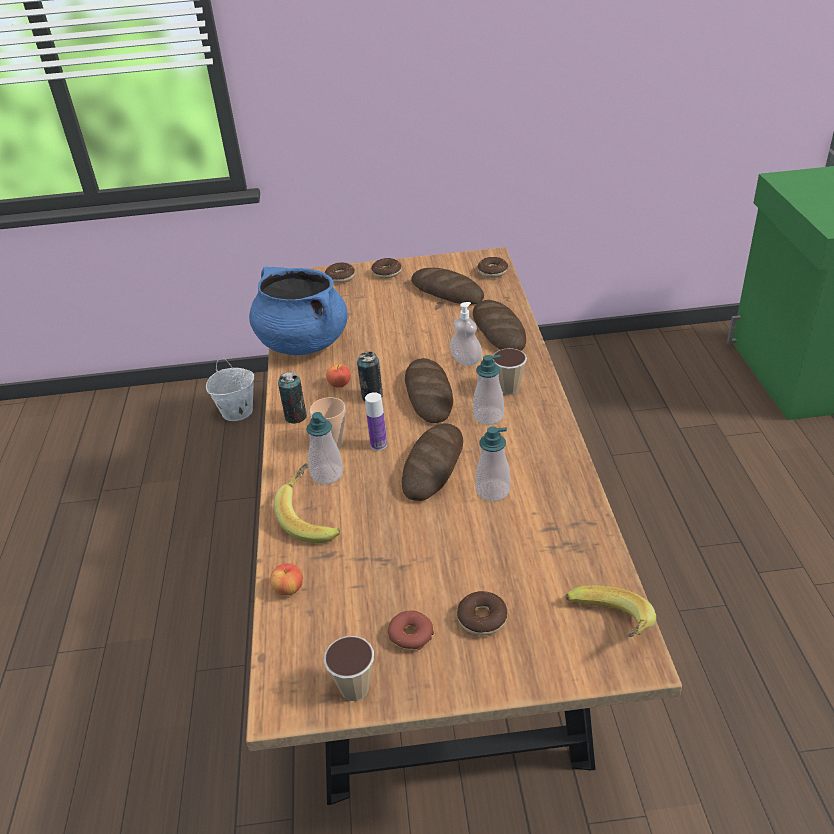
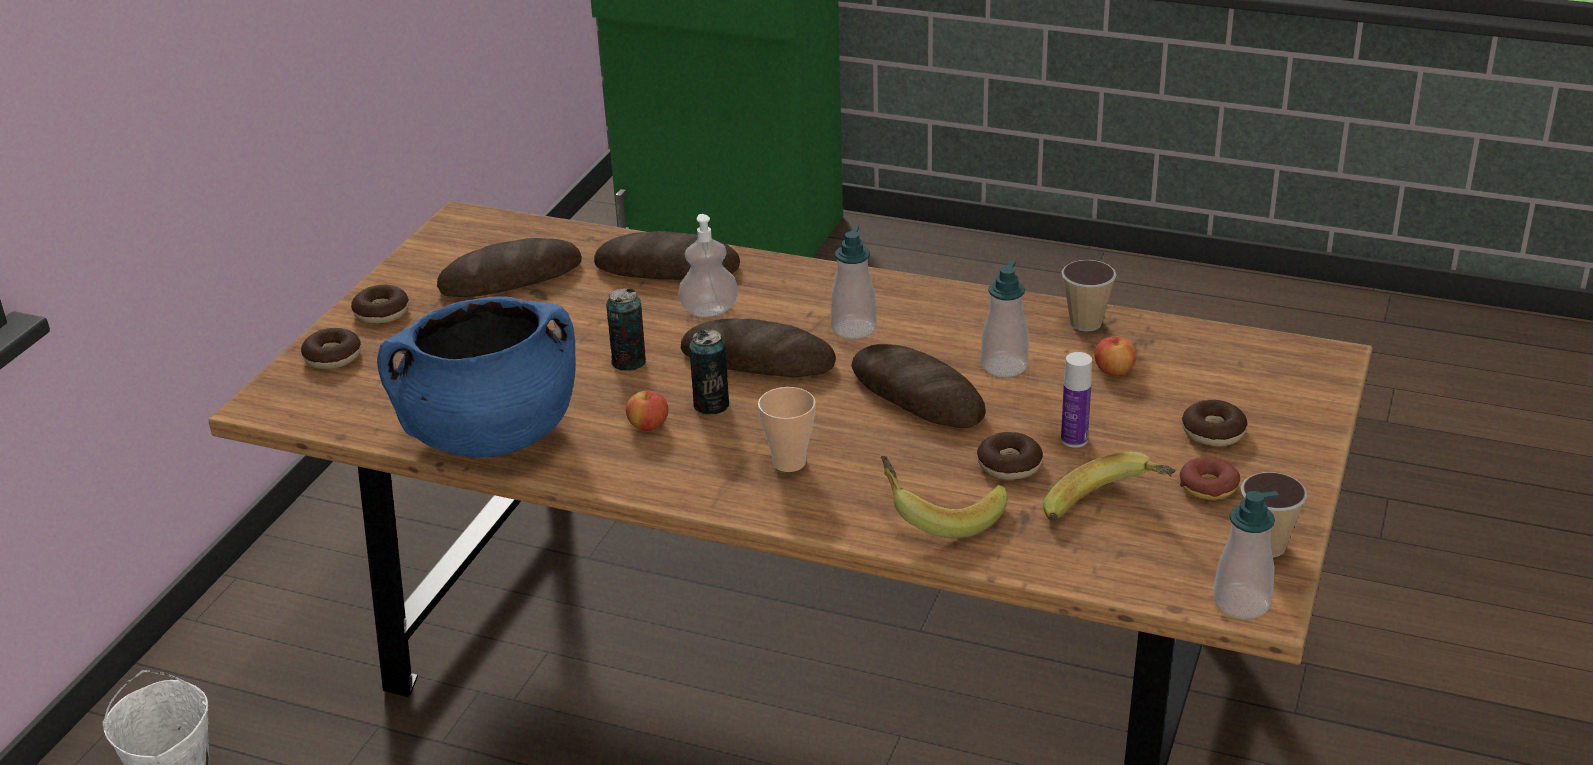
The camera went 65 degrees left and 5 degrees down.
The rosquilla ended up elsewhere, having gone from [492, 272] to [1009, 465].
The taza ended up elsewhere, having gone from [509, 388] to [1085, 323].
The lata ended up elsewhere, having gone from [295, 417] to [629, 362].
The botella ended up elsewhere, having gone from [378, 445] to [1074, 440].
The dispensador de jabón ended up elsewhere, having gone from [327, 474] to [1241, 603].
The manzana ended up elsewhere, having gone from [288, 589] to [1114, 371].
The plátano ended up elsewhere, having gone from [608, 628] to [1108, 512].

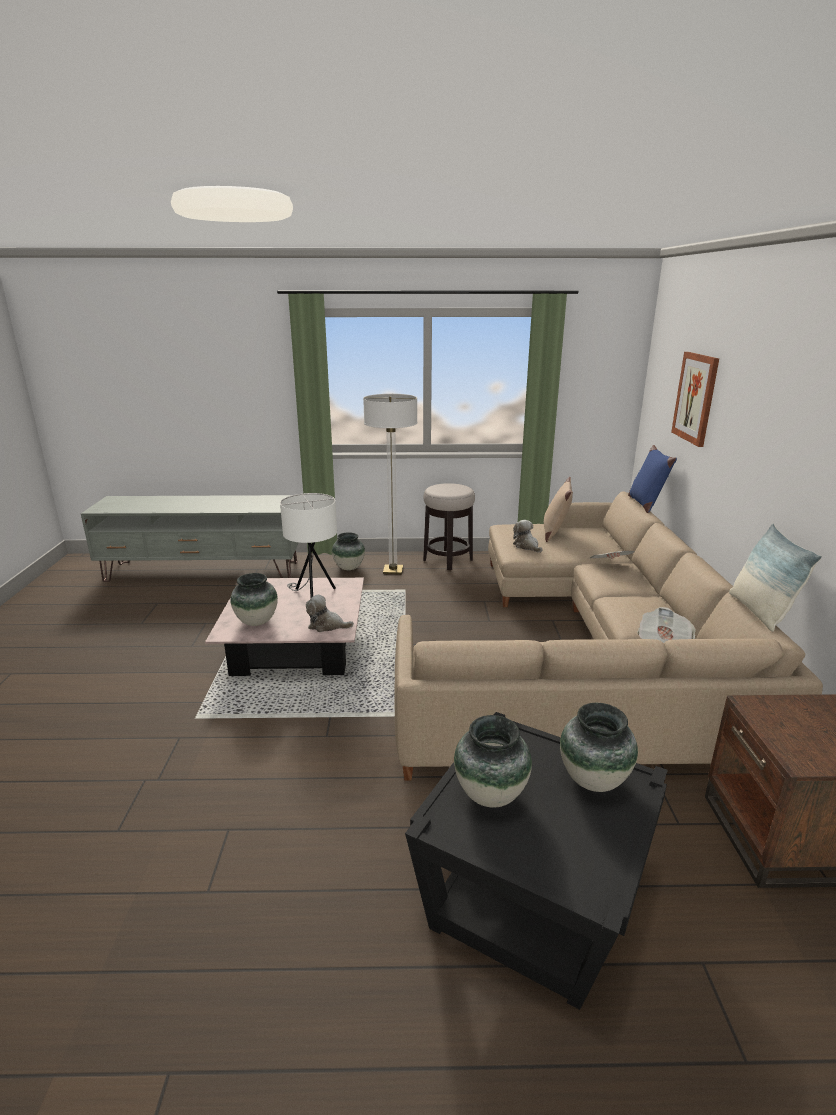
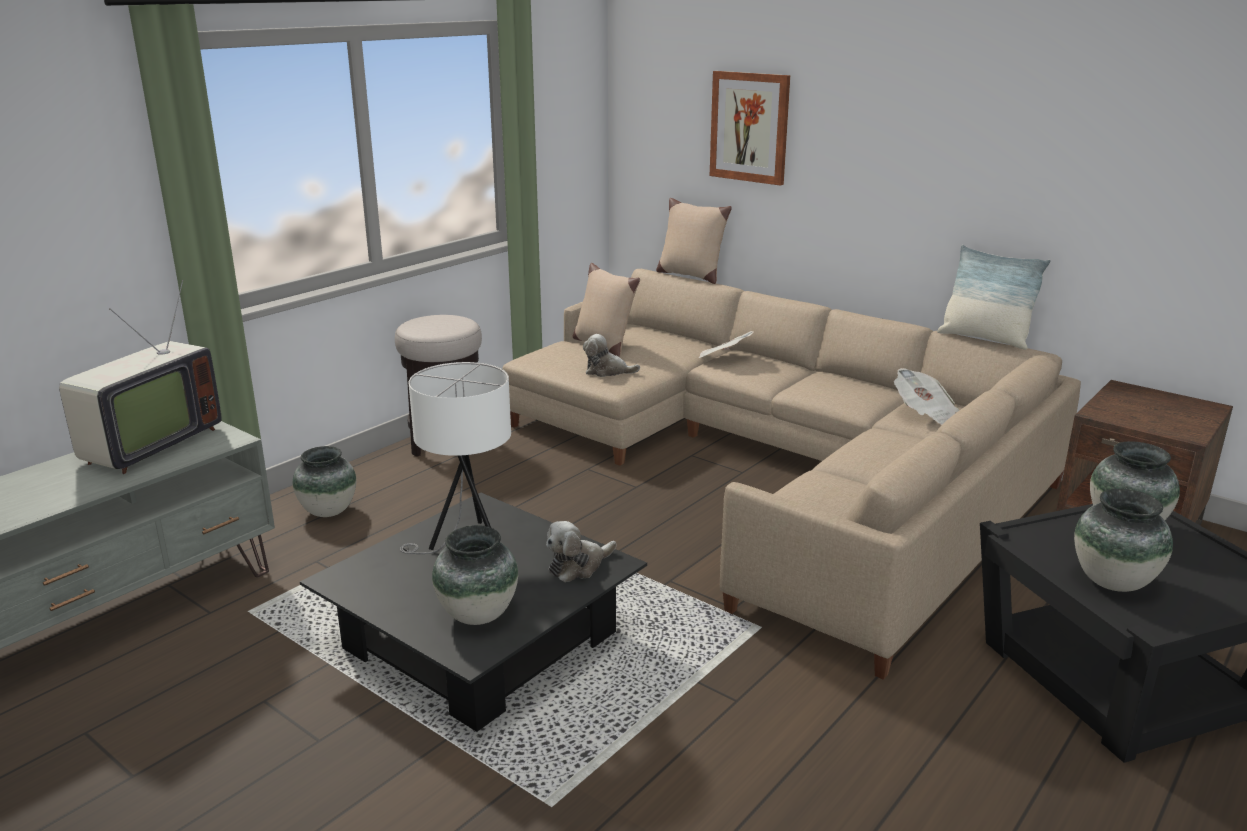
The camera went 50 degrees left and 0 degrees up.
The second view lost the lámpara de pie at [393, 570].
What was the cojín [azul] at [645, 504] turned into the cojín [beis] at [690, 275].
What was the mesa de centro [rosa] at [296, 646] turned into the mesa de centro [negro] at [482, 641].
The second view gained the televisor at [146, 446].

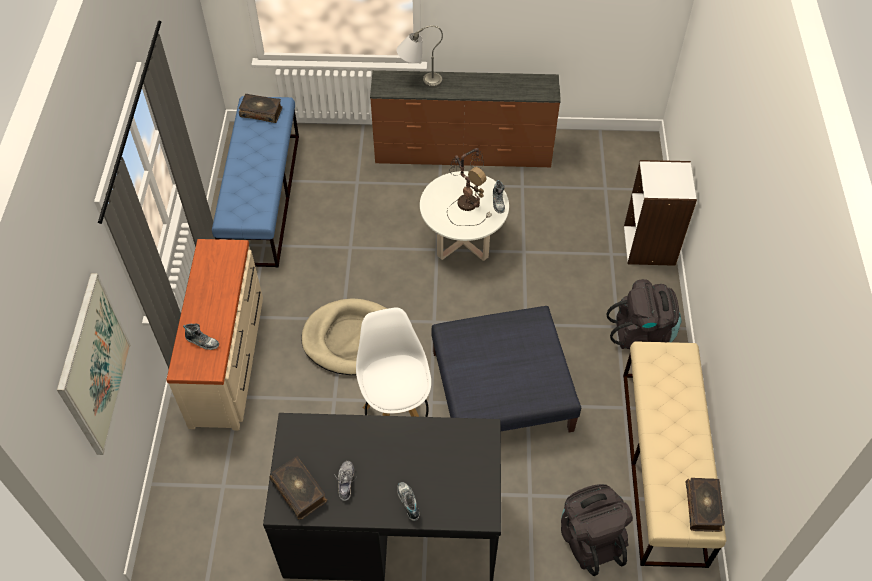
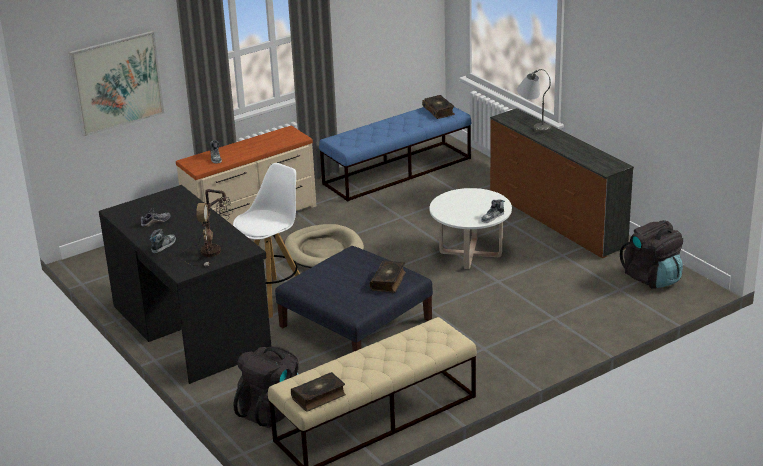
The camera went 55 degrees right and 25 degrees down.
The lámpara de mesa ended up elsewhere, having gone from [467, 202] to [212, 251].
The second view lost the estantería [blanco] at [650, 245].
The mochila [negro] ended up elsewhere, having gone from [642, 334] to [652, 278].
The libro ended up elsewhere, having gone from [299, 490] to [388, 281].

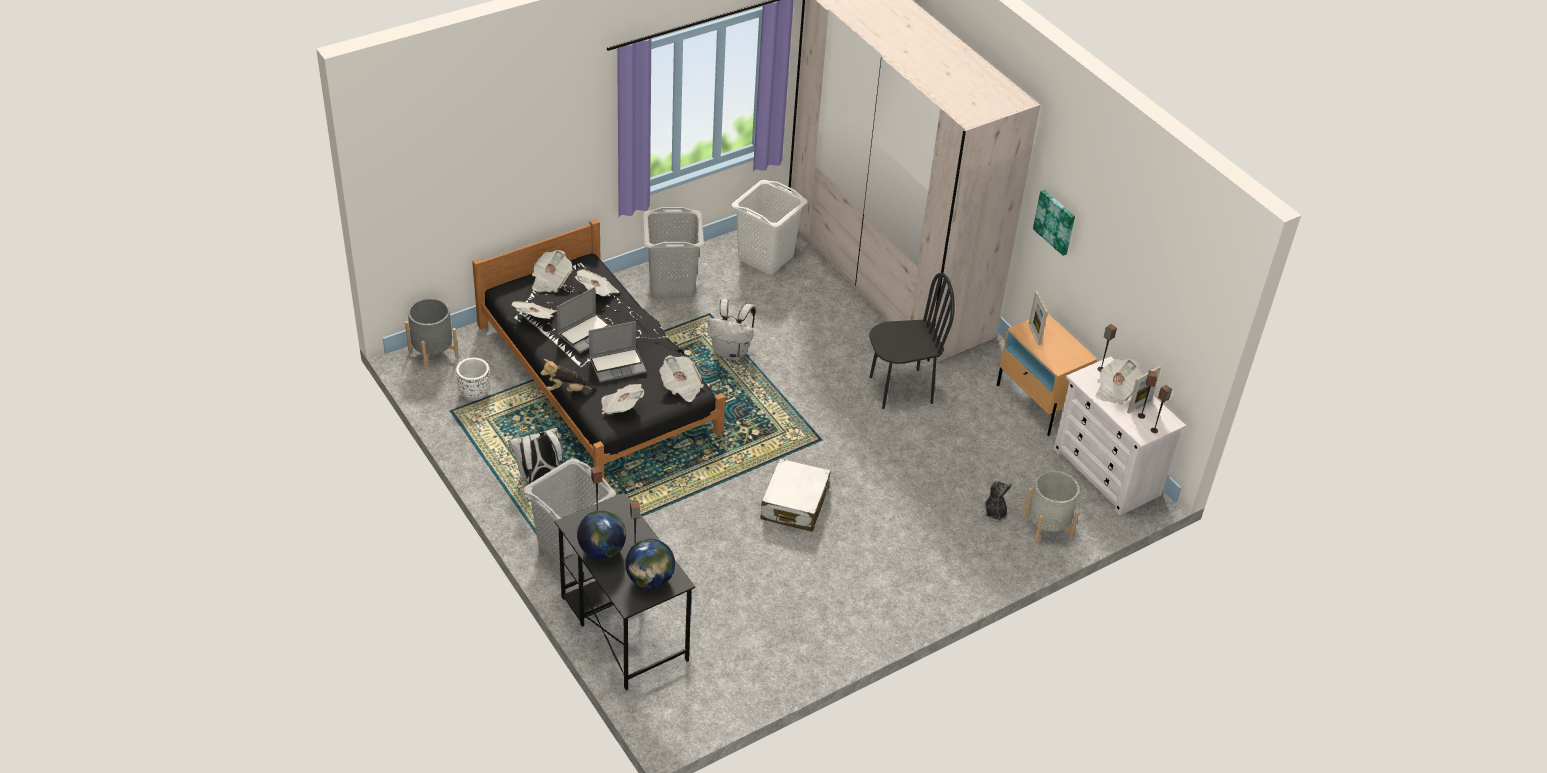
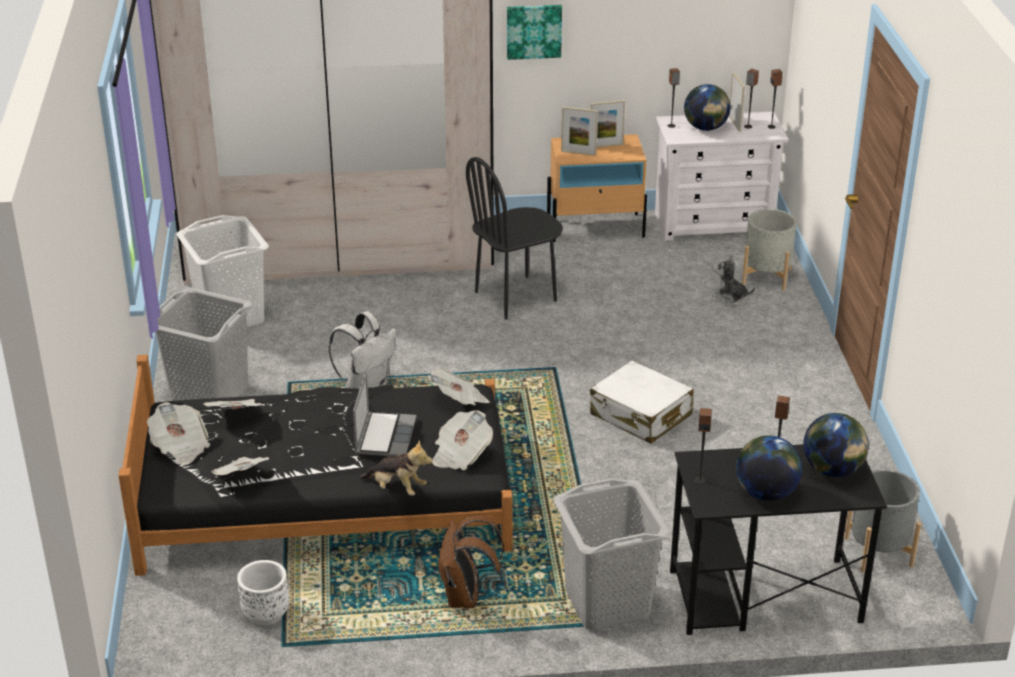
The camera went 60 degrees left and 10 degrees down.
The silla [negro] at [901, 389] ended up facing another way, 135 degrees counterclockwise from before.
The second view lost the portátil at [587, 333].
The maceta [gris] ended up elsewhere, having gone from [433, 353] to [878, 551].
The peluche at [567, 390] ended up facing another way, 90 degrees counterclockwise from before.
Where the periódico stood at [1115, 391], the globo terráqueo came to stand at [706, 128].
What was the mochila [blanco] at [538, 477] turned into the mochila [marrón] at [466, 597].
The second view gained the portarretratos at [606, 146].

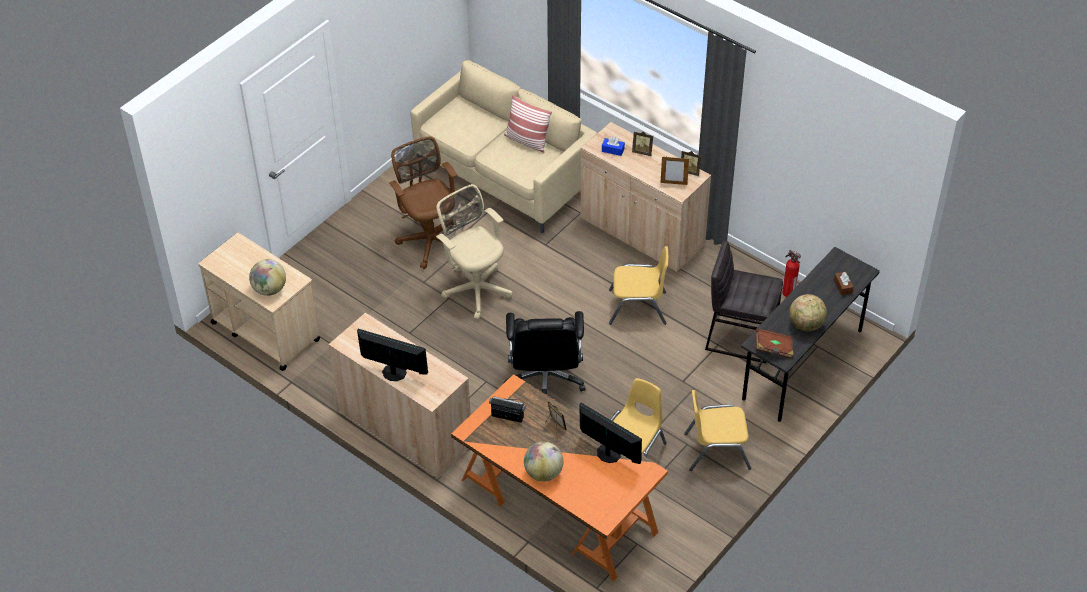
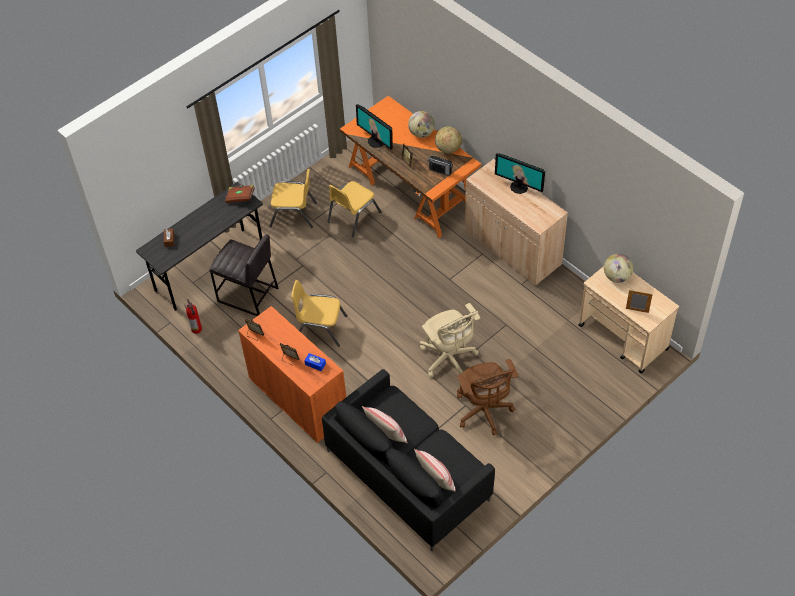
The camera went 170 degrees left and 5 degrees up.
What was the sofá [beis] at [505, 174] turned into the sofá [negro] at [408, 476].
What was the armario [beis] at [641, 232] turned into the armario [naranja] at [298, 398].
The portarretratos ended up elsewhere, having gone from [673, 183] to [637, 310].
The globo terráqueo ended up elsewhere, having gone from [806, 325] to [448, 149].
The second view lost the silla de oficina [negro] at [545, 380].
The second view gained the cojín at [436, 479].

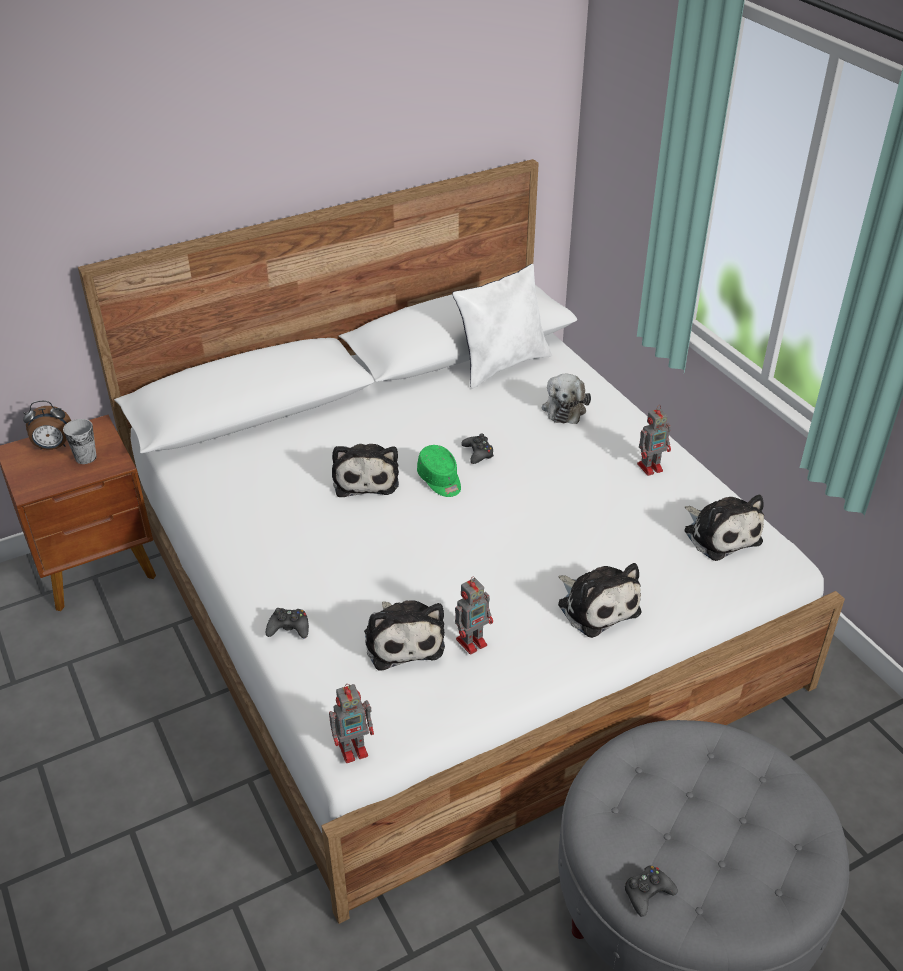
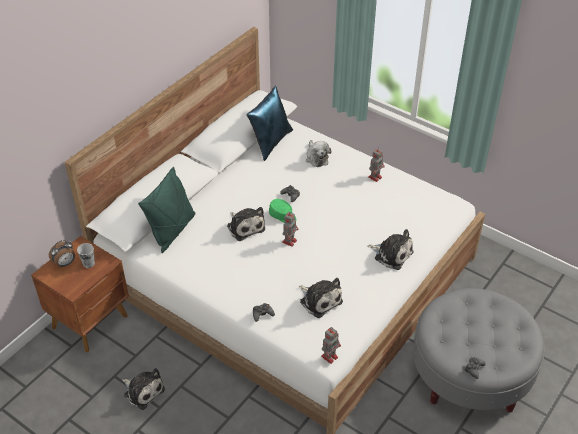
The camera went 25 degrees left and 5 degrees up.
What was the cojín [blanco] at [502, 364] turned into the cojín [azul] at [270, 142].
The peluche ended up elsewhere, having gone from [720, 534] to [143, 391].
The robot de juguete ended up elsewhere, having gone from [472, 641] to [290, 241].
The second view gained the cojín [verde] at [172, 231].

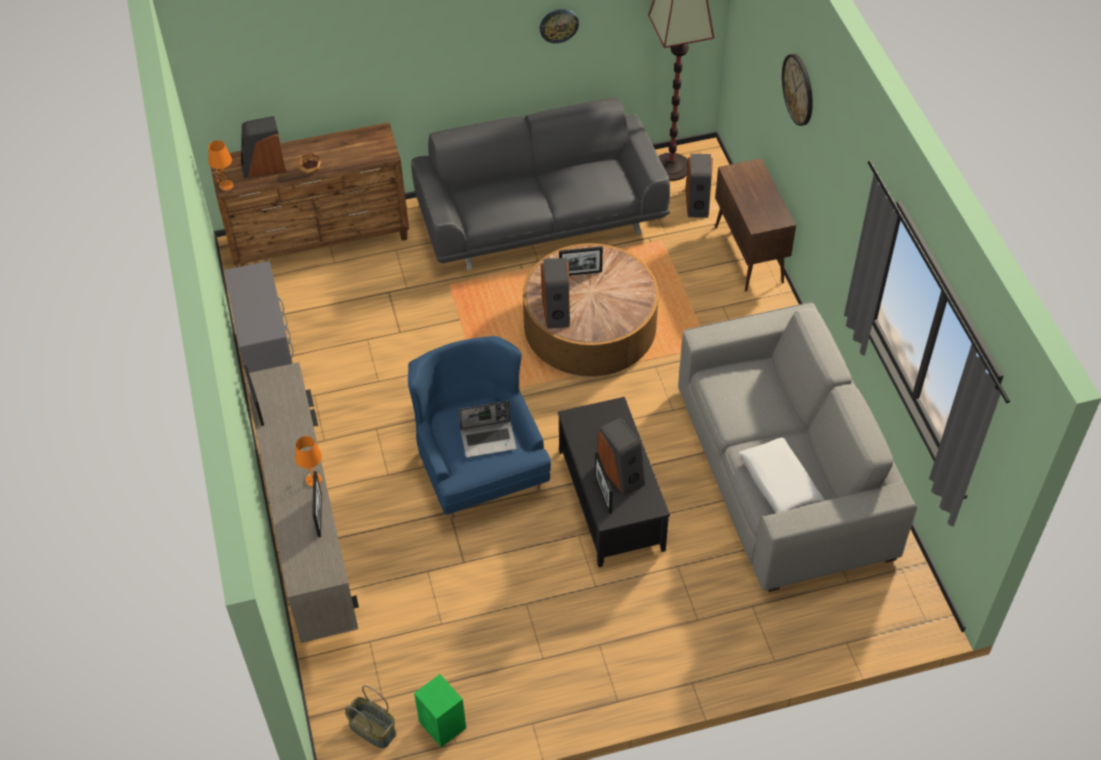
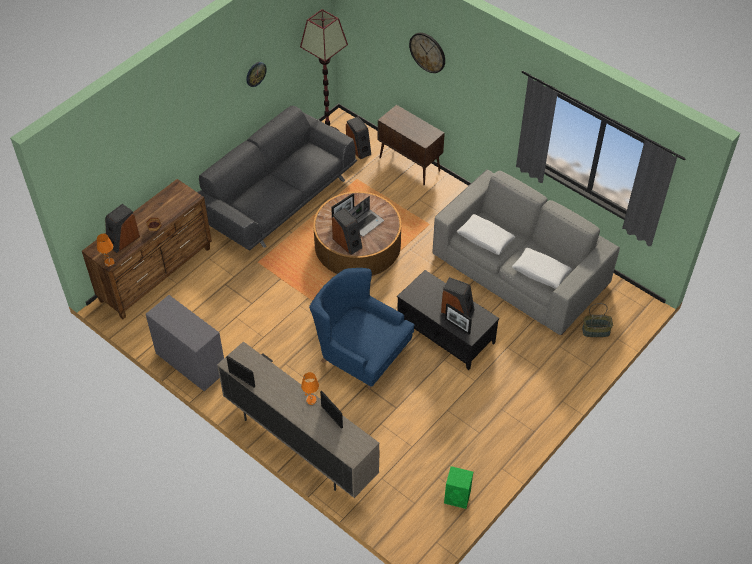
The camera went 35 degrees left and 0 degrees up.
The portátil ended up elsewhere, having gone from [489, 439] to [366, 223].
The cesta ended up elsewhere, having gone from [373, 729] to [596, 331].
The second view gained the cojín [blanco] at [485, 238].

